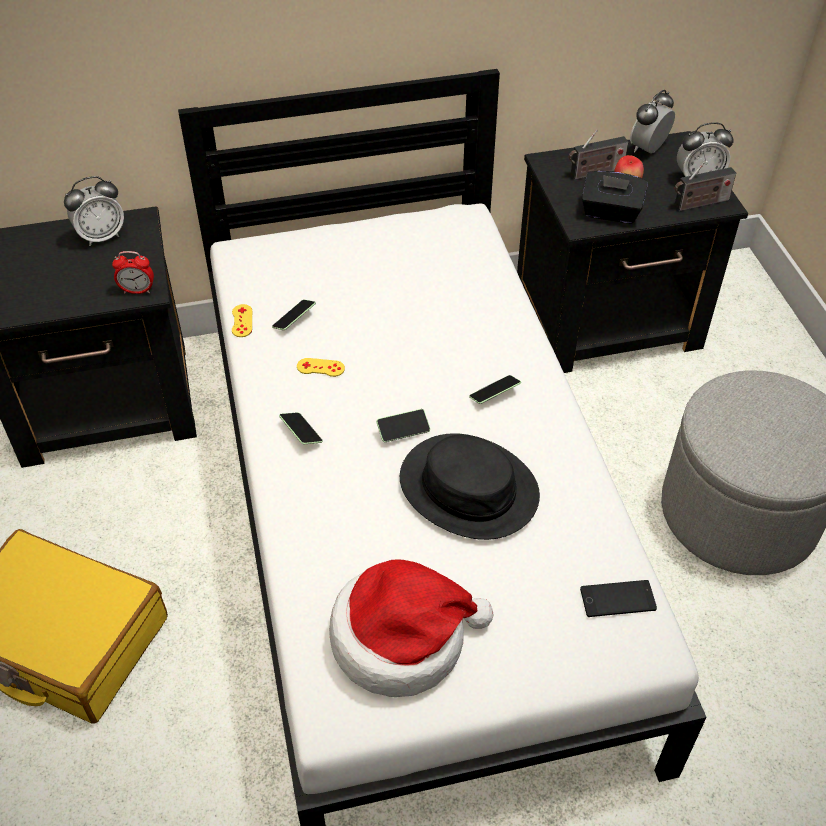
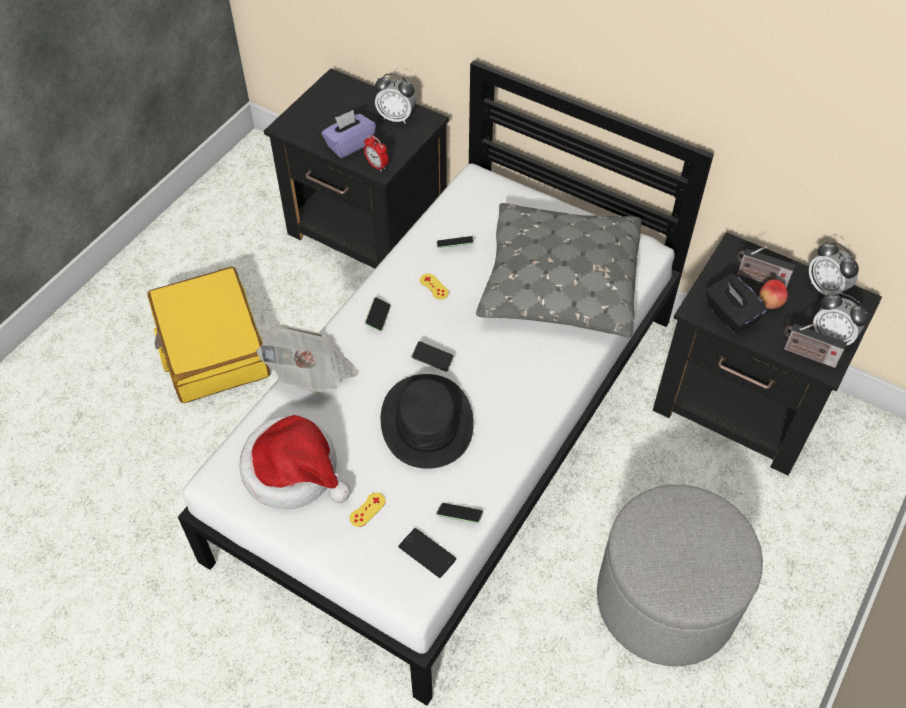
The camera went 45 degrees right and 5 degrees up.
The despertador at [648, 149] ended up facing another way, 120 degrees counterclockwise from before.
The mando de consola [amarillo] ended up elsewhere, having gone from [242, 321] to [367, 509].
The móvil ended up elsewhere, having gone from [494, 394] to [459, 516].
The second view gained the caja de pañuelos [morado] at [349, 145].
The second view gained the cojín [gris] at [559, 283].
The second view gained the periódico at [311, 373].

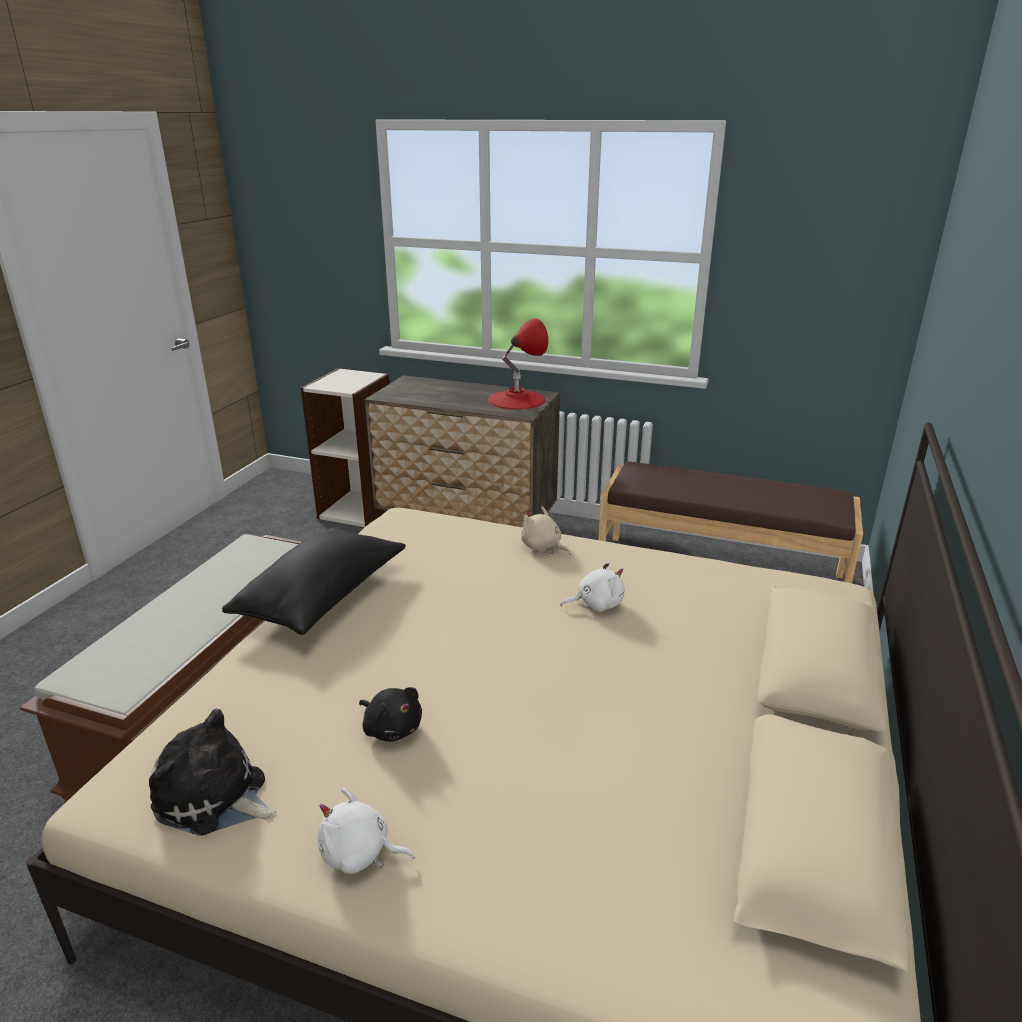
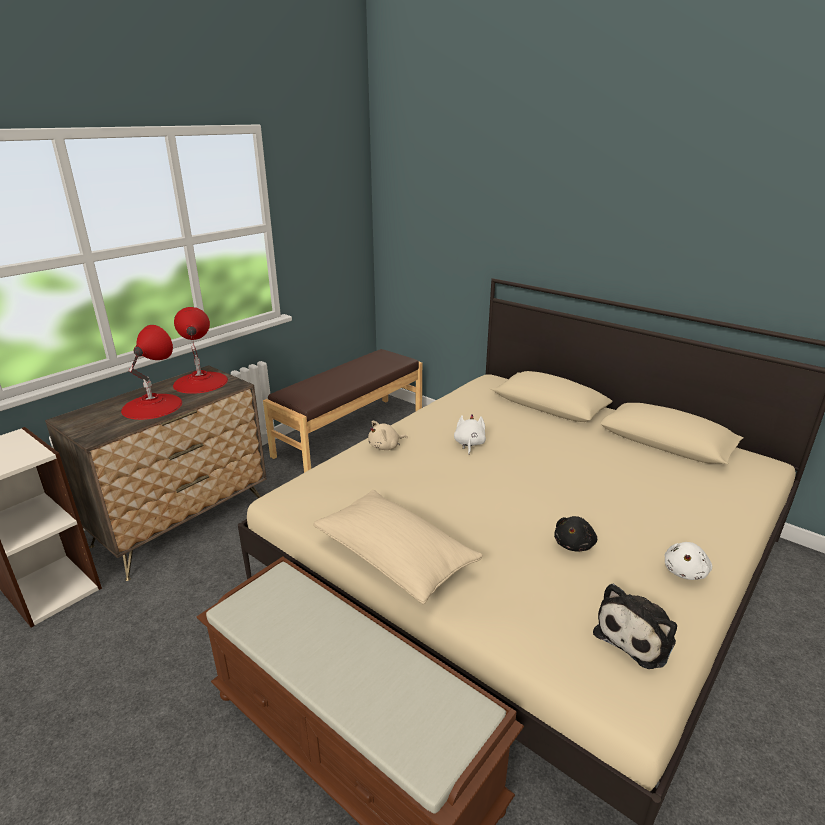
The camera went 70 degrees left and 0 degrees up.
What was the cojín [negro] at [323, 598] turned into the cojín [beis] at [395, 558].
The peluche [negro] at [391, 728] ended up facing another way, 150 degrees clockwise from before.
The second view gained the lámpara de mesa [rojo] at [152, 406].

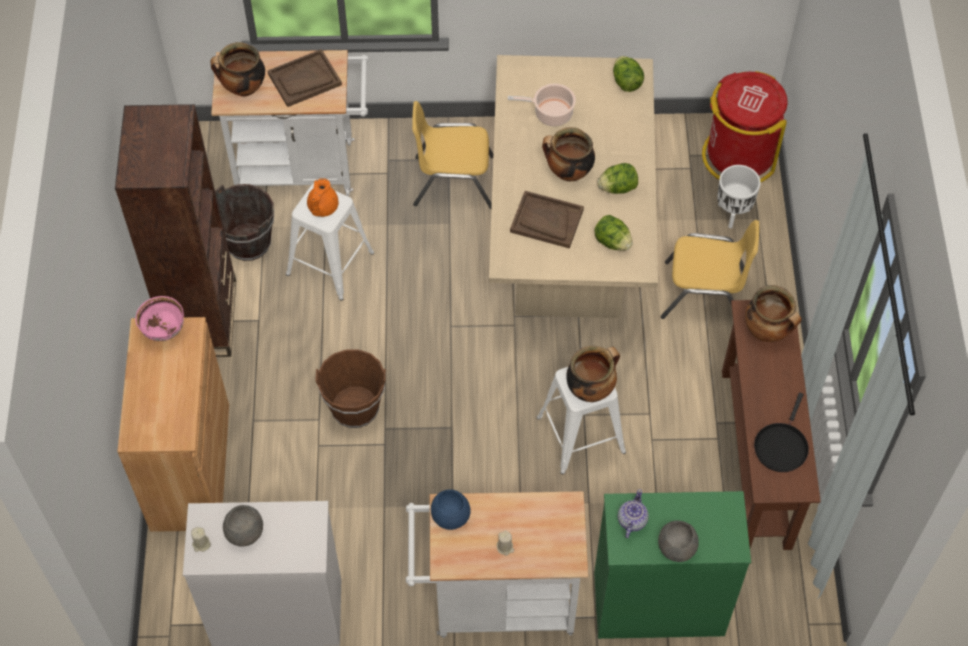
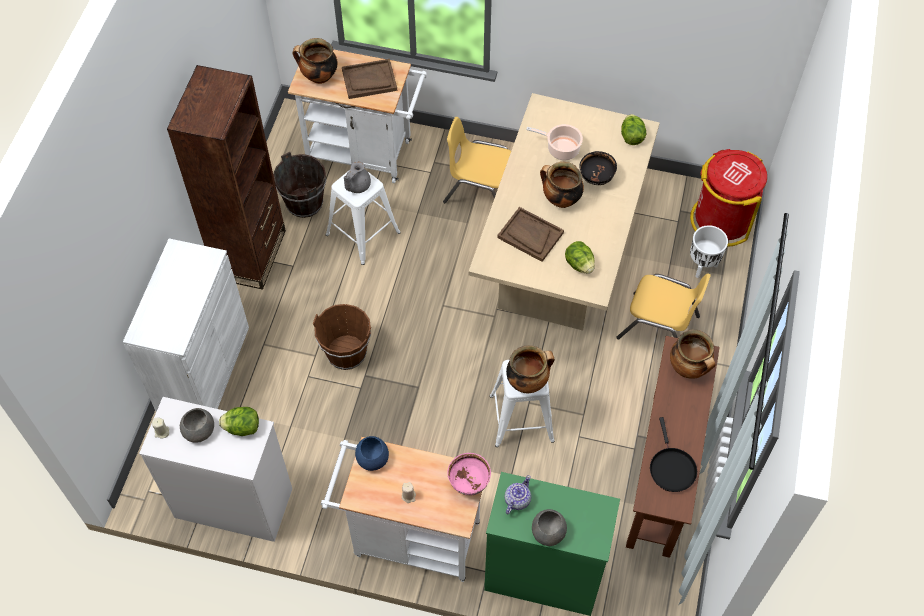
The camera went 15 degrees right and 0 degrees up.
The lechuga ended up elsewhere, having gone from [618, 187] to [242, 427].
What was the tetera [naranja] at [322, 208] turned into the tetera [gris] at [356, 186].
The cuenco [rosa] ended up elsewhere, having gone from [163, 330] to [468, 482].
What was the armario [marrón] at [190, 467] turned into the armario [blanco] at [203, 369].
The sartén [negro] at [781, 446] ended up facing another way, 45 degrees counterclockwise from before.
The second view gained the cuenco [negro] at [596, 179].

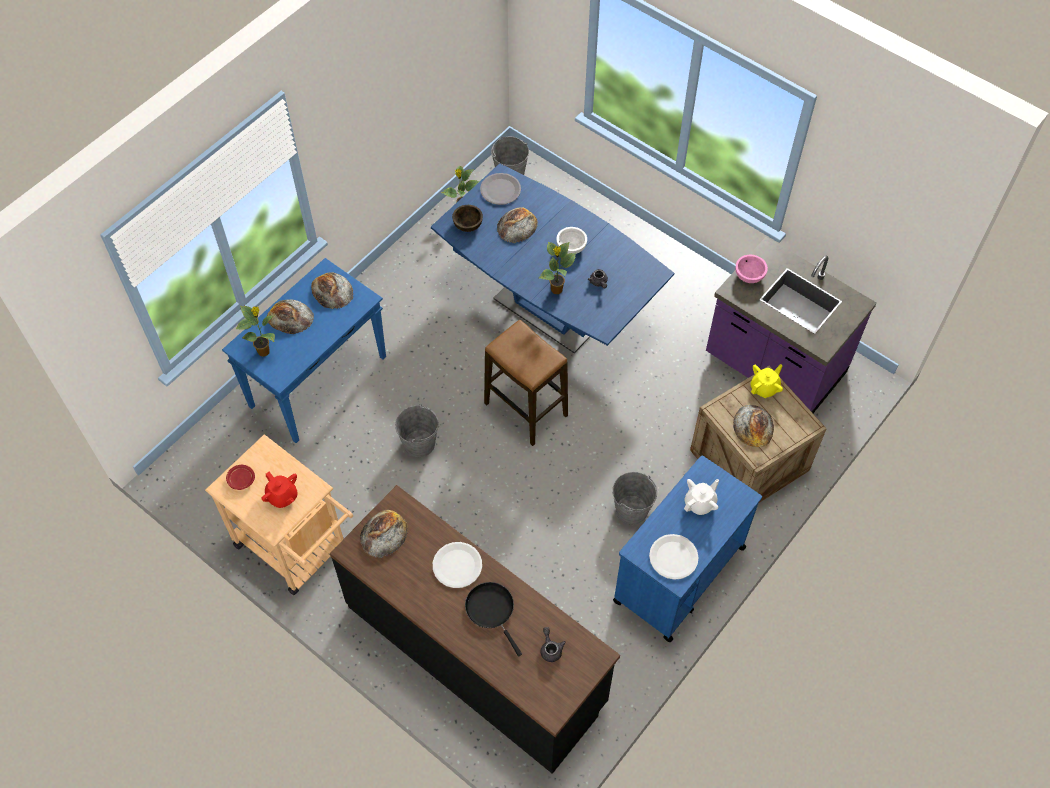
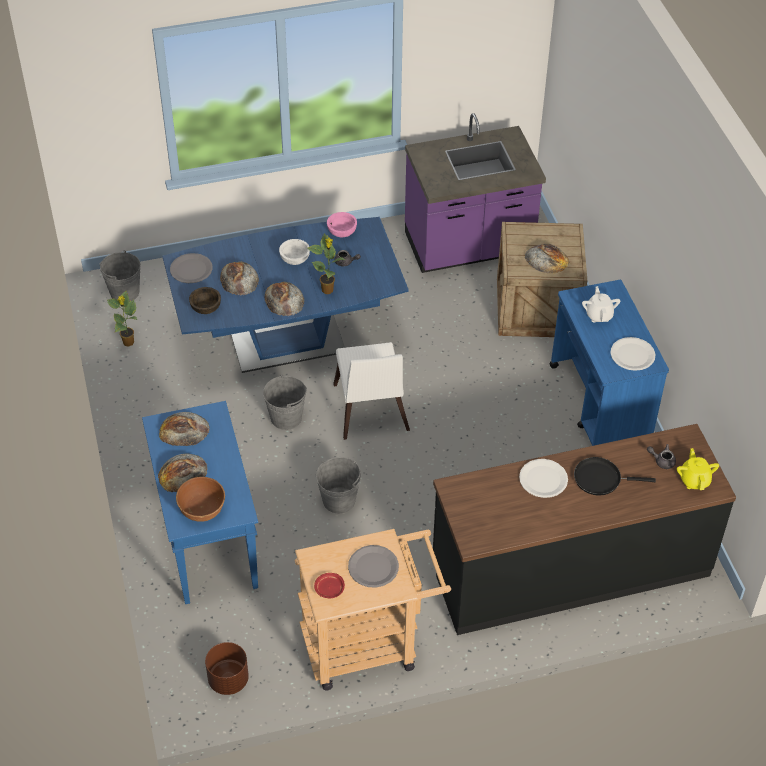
The camera went 55 degrees left and 10 degrees down.
The cuenco [rosa] ended up elsewhere, having gone from [749, 275] to [342, 232].
Where the planta en maceta stood at [264, 351], the cuenco [marrón] came to stand at [202, 509].
Where the taburete stood at [525, 409], the silla [blanco] came to stand at [370, 412].
The tetera [amarillo] ended up elsewhere, having gone from [764, 388] to [694, 480].
Where the tetera [rojo] stood at [282, 496], the plato [gris] came to stand at [373, 567].
The cubo [gris] ended up elsewhere, having gone from [631, 510] to [286, 417].
The pan ended up elsewhere, having gone from [383, 533] to [284, 299].
The second view gained the maceta [marrón] at [228, 680].

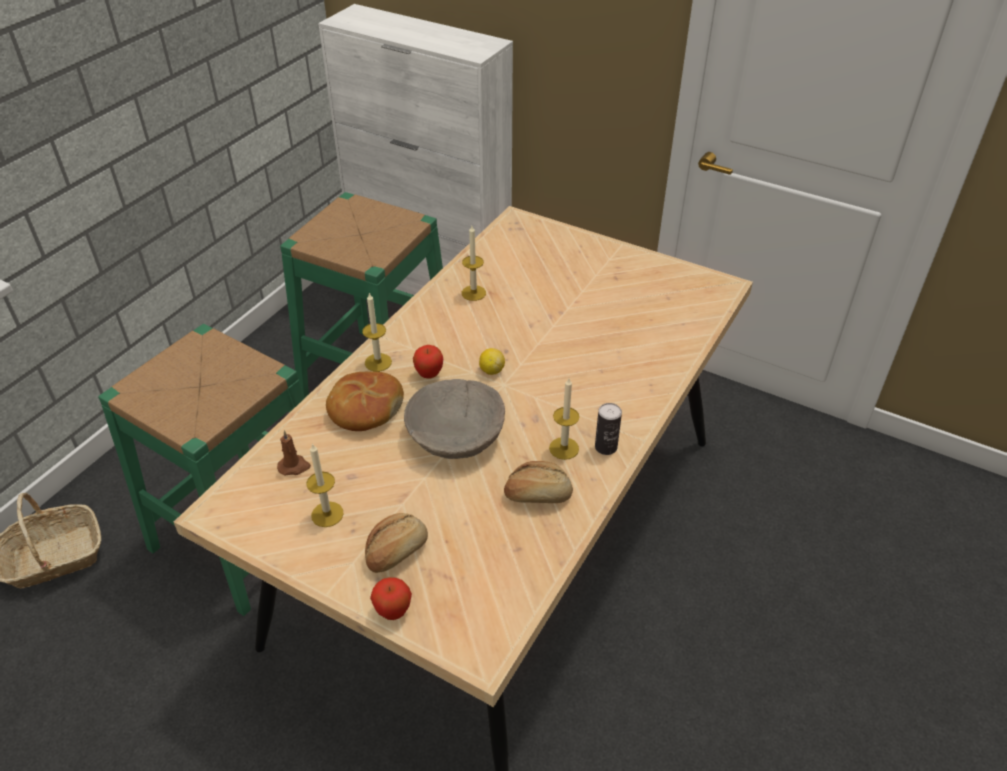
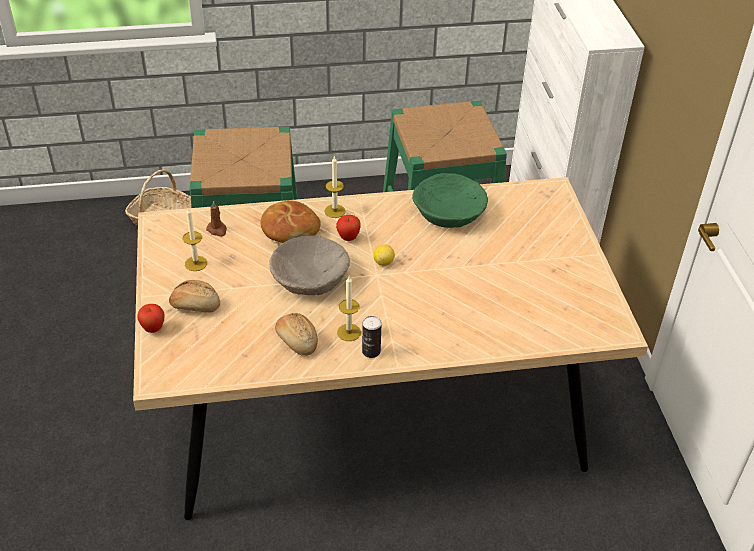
The camera went 50 degrees right and 0 degrees up.
Where the vela stood at [473, 293], the cuenco [verde] came to stand at [449, 213].

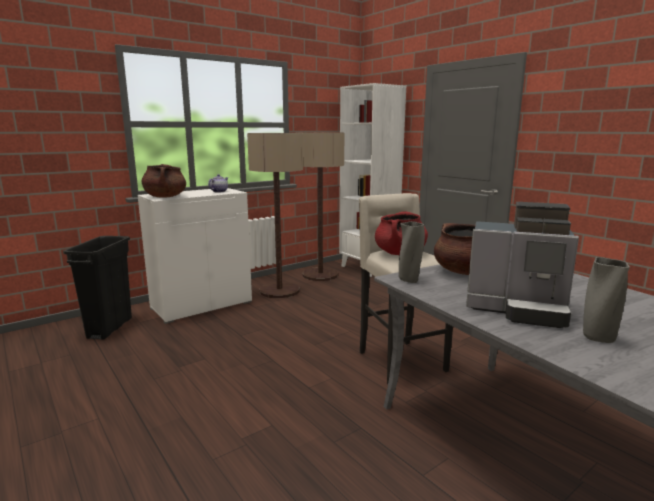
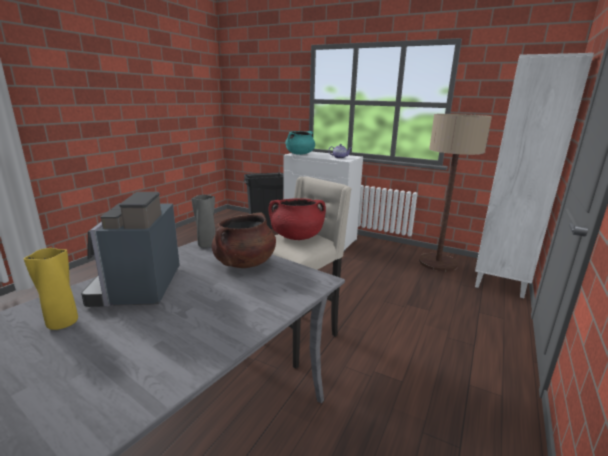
The camera went 65 degrees right and 5 degrees up.
The second view lost the lámpara de pie at [279, 291].
What was the olla [marrón] at [165, 197] turned into the olla [turquesa] at [300, 154].
What was the florero [gris] at [597, 338] turned into the florero [amarillo] at [63, 323].

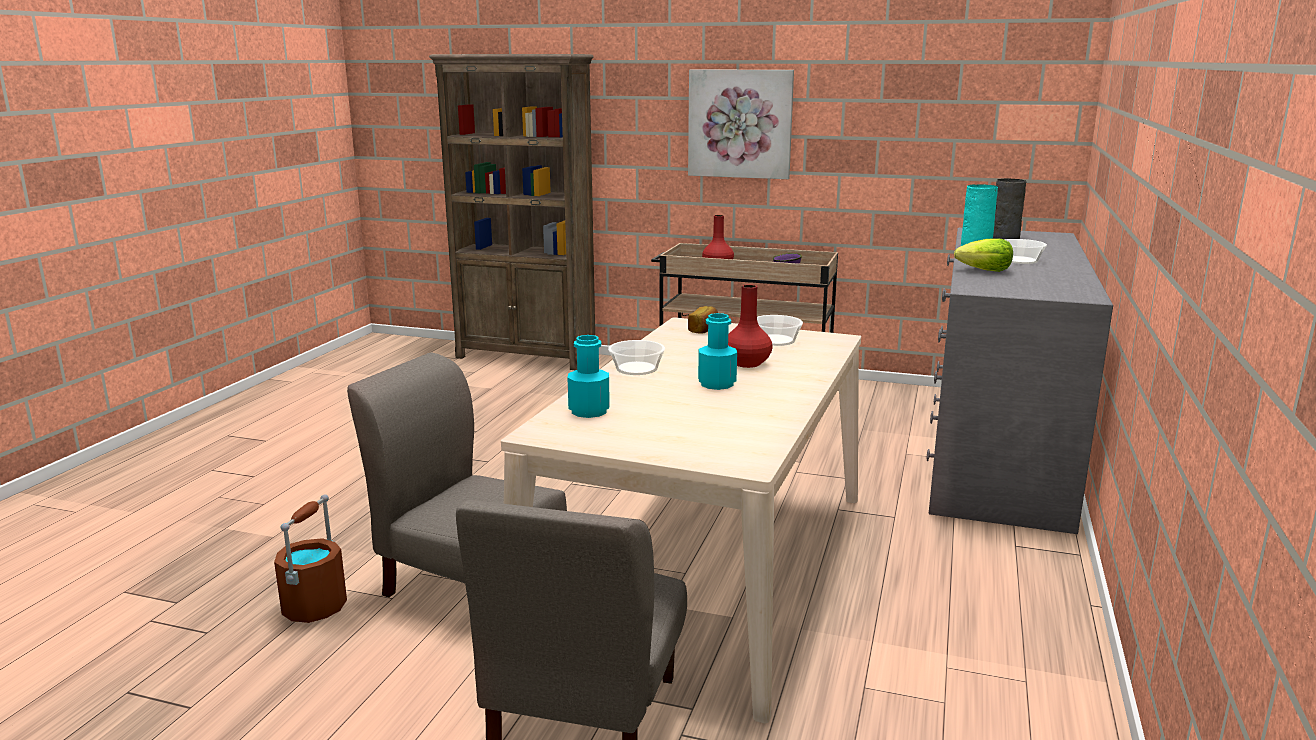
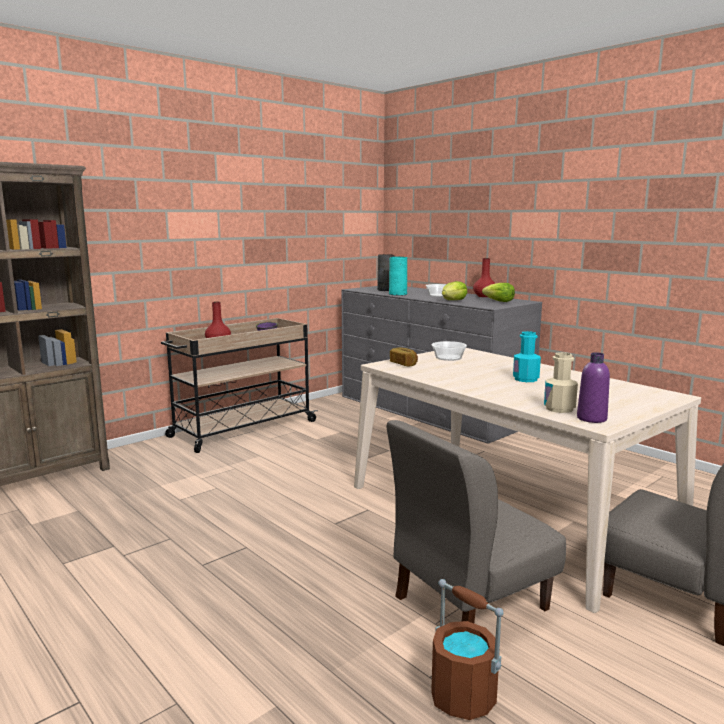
The camera went 60 degrees left and 5 degrees down.
The second view lost the cuadro at [740, 124].
The florero [rojo] ended up elsewhere, having gone from [747, 363] to [484, 296].
What was the botella [turquesa] at [589, 411] turned into the botella [beis] at [559, 408].
The second view lost the cuenco at [636, 369].
The second view gained the lechuga at [499, 301].
The second view gained the botella [morado] at [591, 418].

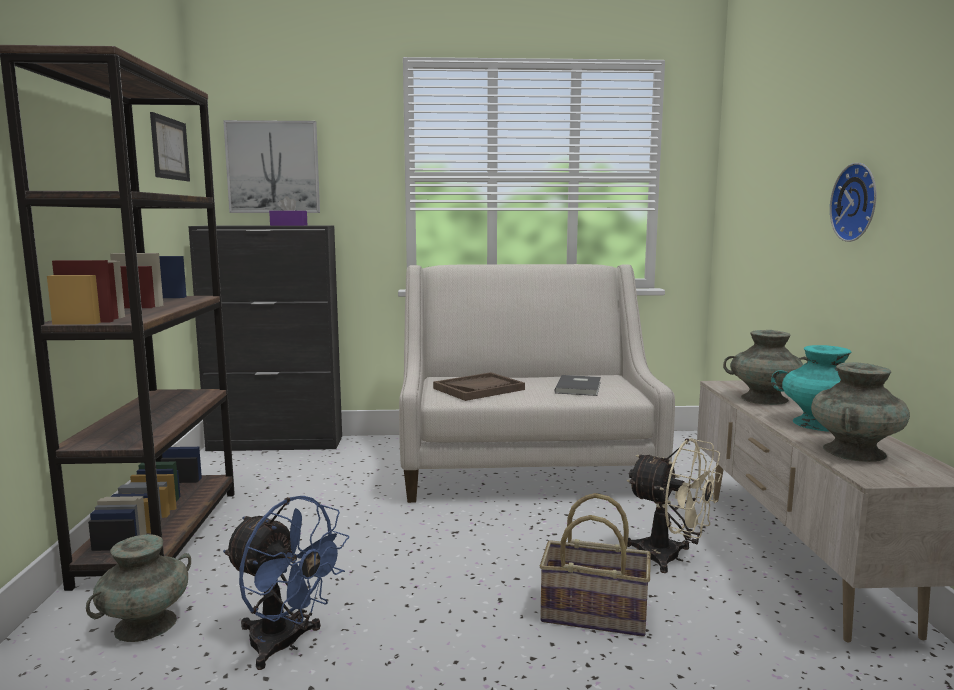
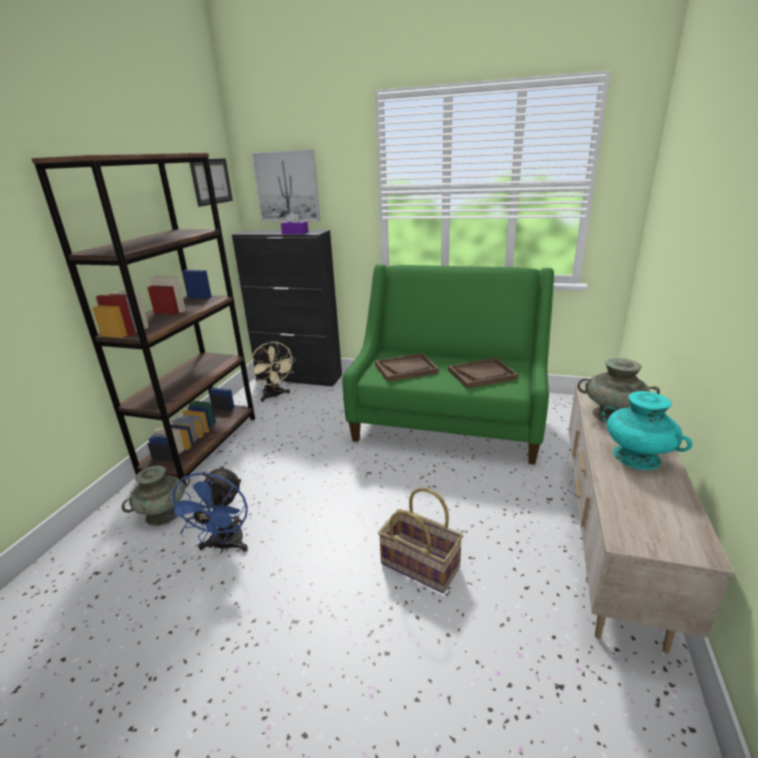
The camera went 20 degrees right and 15 degrees up.
The second view lost the reloj de pared at [858, 202].
What was the sofá [beis] at [526, 470] turned into the sofá [verde] at [448, 422].
The second view lost the florero [turquesa] at [854, 452].
Where the libro [gris] stood at [580, 387], the bandeja [marrón] came to stand at [482, 374].
The ventilador [beis] ended up elsewhere, having gone from [670, 558] to [274, 396].
The ventilador [azul] at [285, 645] ended up facing another way, 45 degrees clockwise from before.

